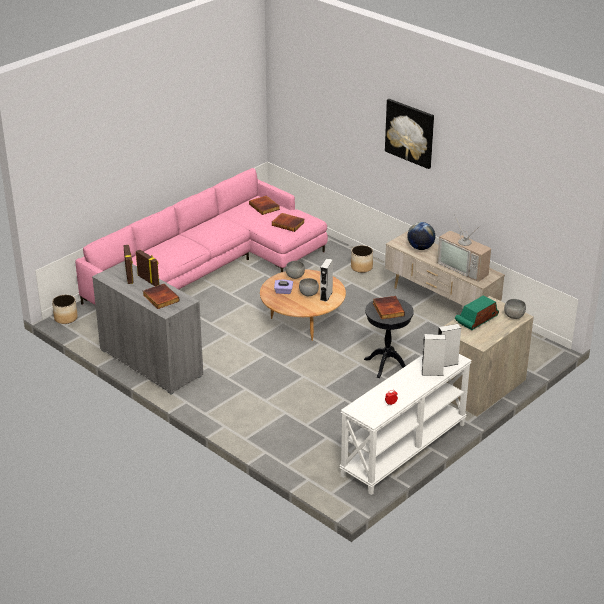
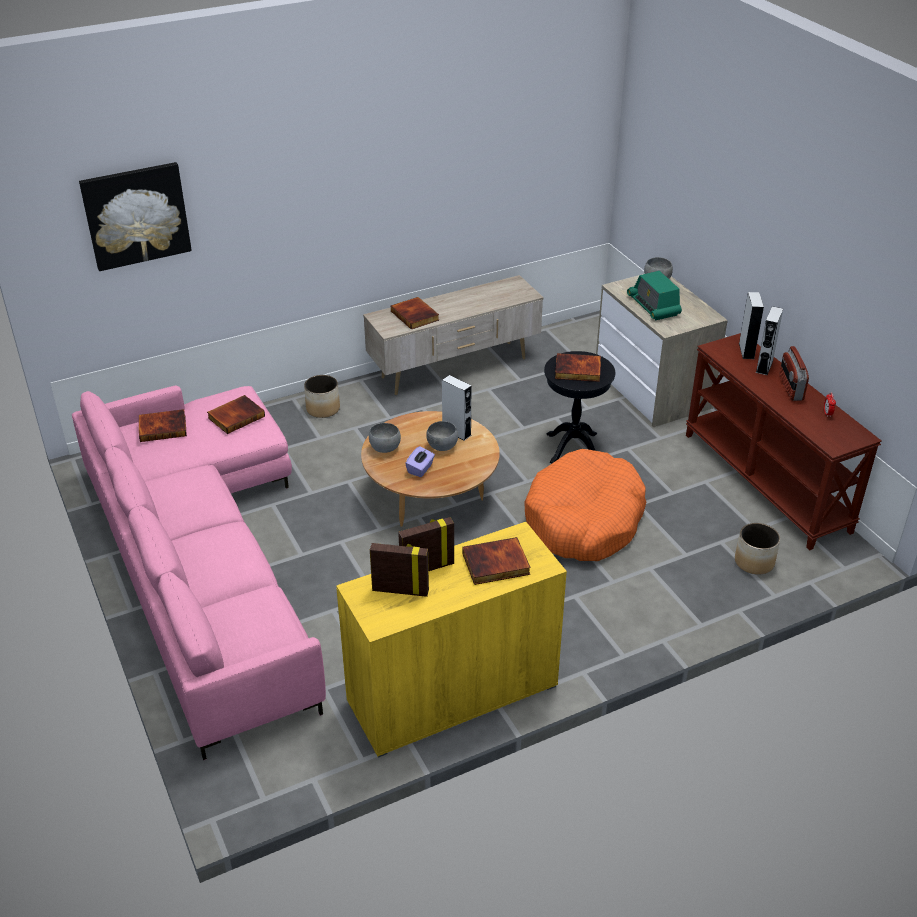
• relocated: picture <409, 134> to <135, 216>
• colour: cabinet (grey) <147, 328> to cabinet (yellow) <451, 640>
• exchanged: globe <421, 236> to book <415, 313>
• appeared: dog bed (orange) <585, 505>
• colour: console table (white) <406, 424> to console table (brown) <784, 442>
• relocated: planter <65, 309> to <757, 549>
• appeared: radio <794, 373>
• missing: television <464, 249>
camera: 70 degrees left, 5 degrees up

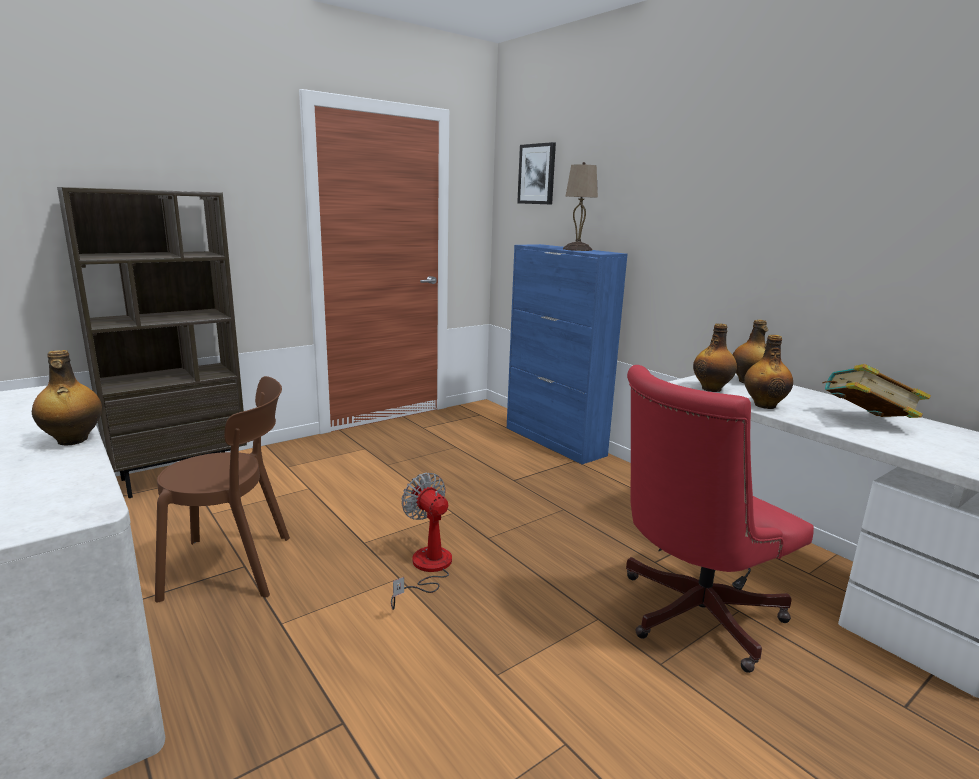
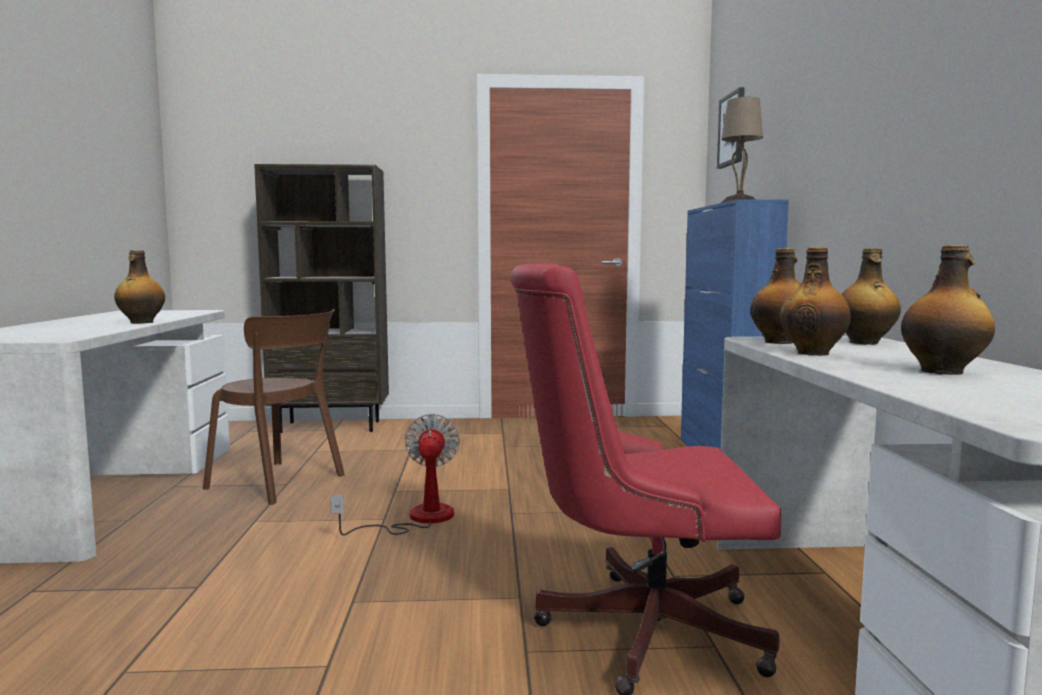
• exchanged: book <876, 391> to bottle <948, 310>
camera: 35 degrees right, 10 degrees down

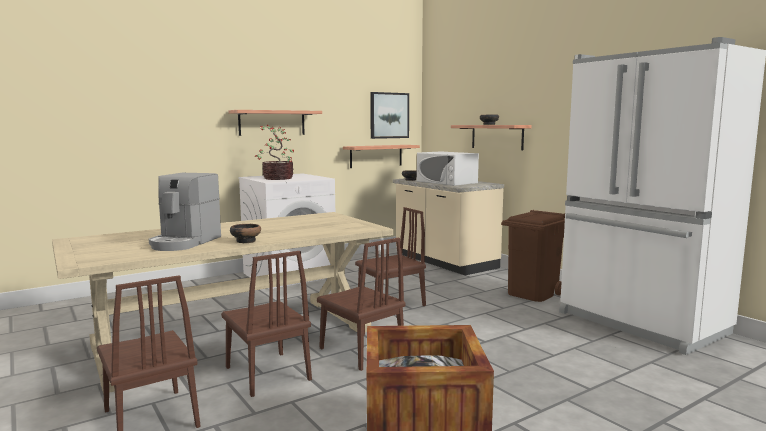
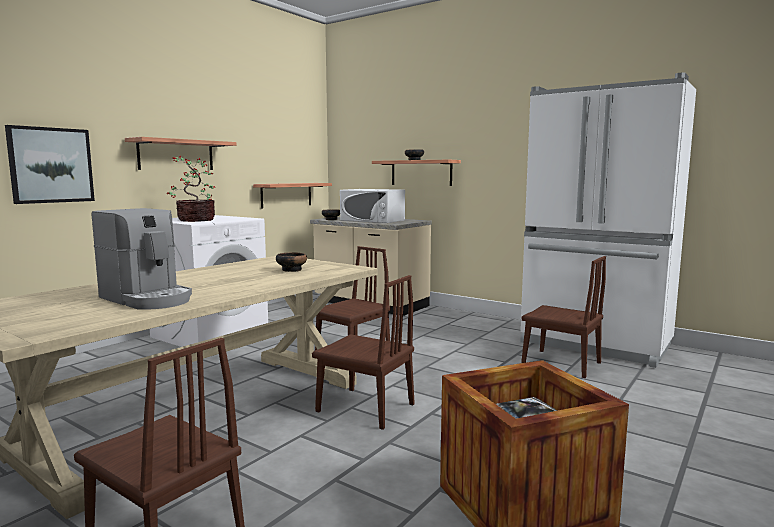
• relocated: picture <389, 115> to <50, 164>
• spun: coffee machine <185, 212> = <142, 259> 45 degrees counterclockwise
• relocated: bowl <245, 233> to <291, 262>
• relocated: chair (brown) <266, 324> to <563, 317>
• missing: trash can (brown) <533, 256>
camera: 20 degrees left, 0 degrees up

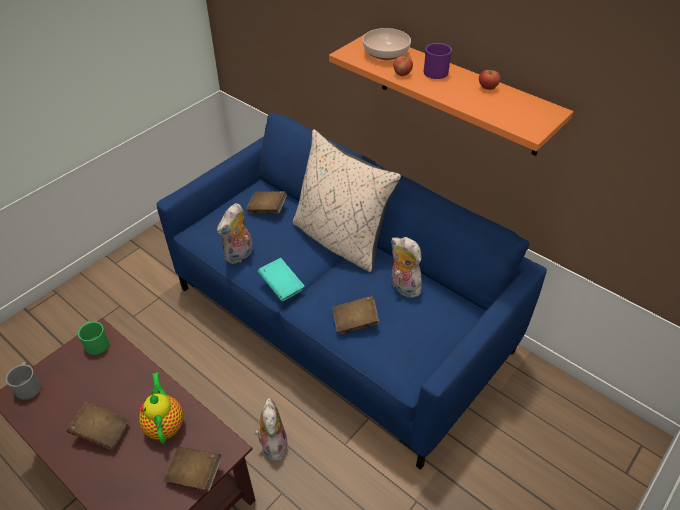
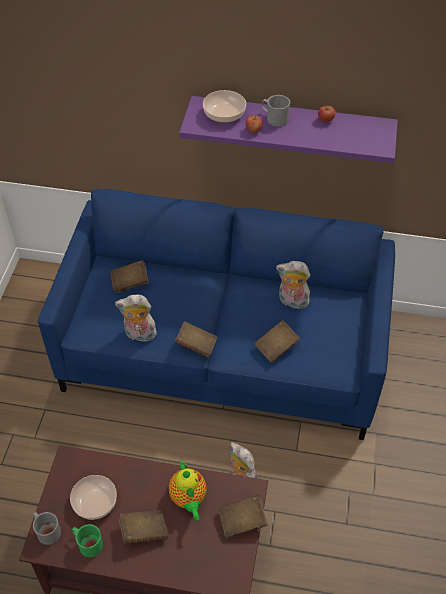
• appeared: bowl <93, 497>
• relocated: mug (green) <93, 338> to <87, 540>
• spun: plush toy <235, 233> = <136, 318> 90 degrees clockwise
• spun: teapot <161, 408> = <188, 490> 150 degrees counterclockwise
• colour: book (turquoise) <281, 279> to book (brown) <196, 339>
• colour: shelf (orange) <451, 95> to shelf (purple) <288, 129>
• colour: mug (purple) <438, 61> to mug (grey) <276, 111>
• missing: pillow (beige) <347, 201>
camera: 30 degrees left, 5 degrees up

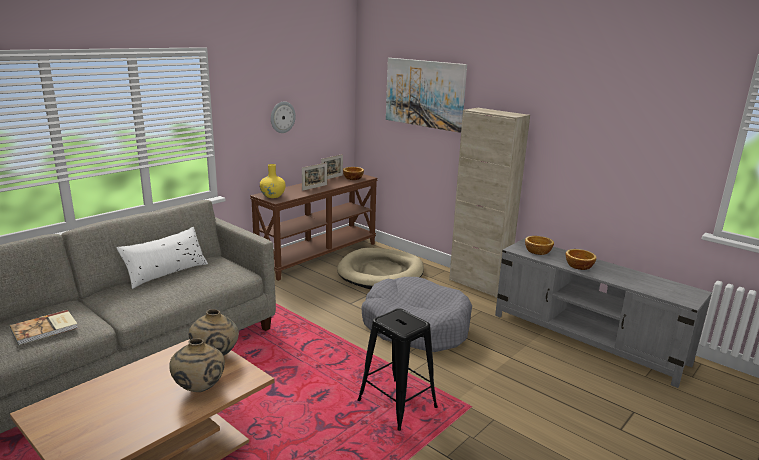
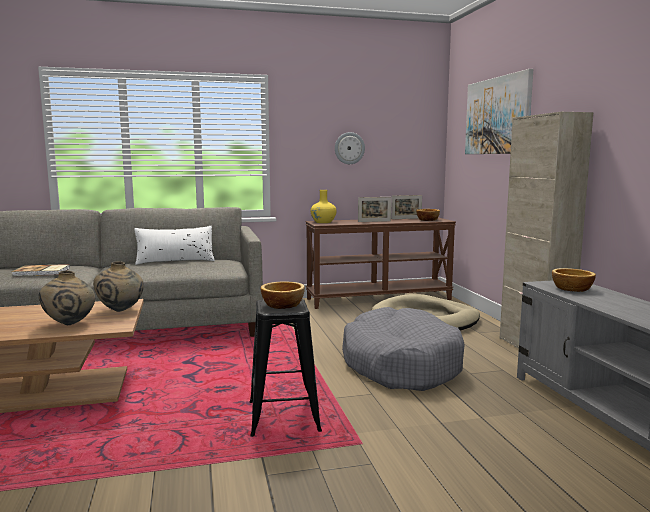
• relocated: bowl <581, 259> to <283, 295>
camera: 35 degrees right, 10 degrees down

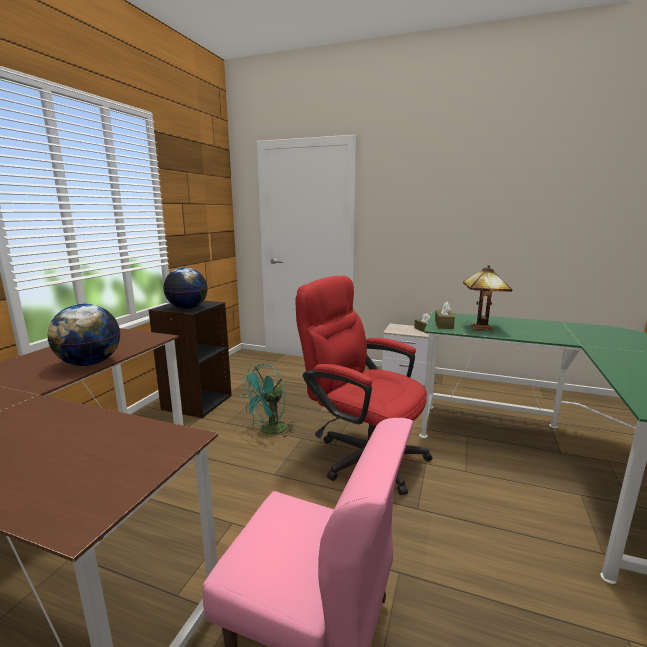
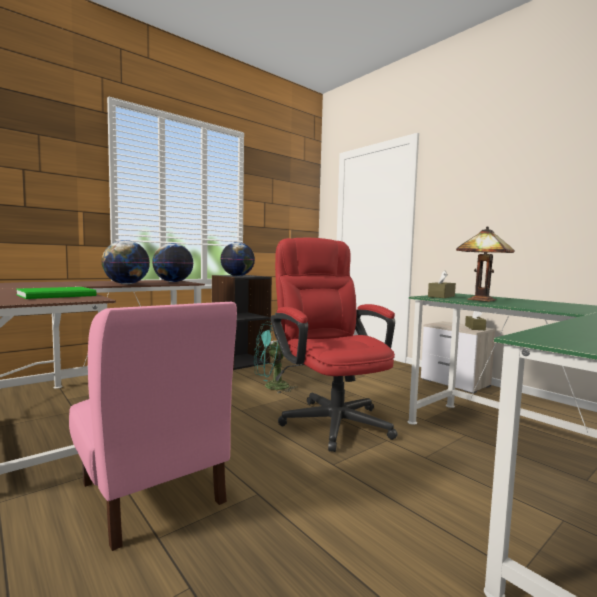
• appeared: book (green) <56, 293>
• appeared: globe <172, 262>
camera: 30 degrees right, 10 degrees down

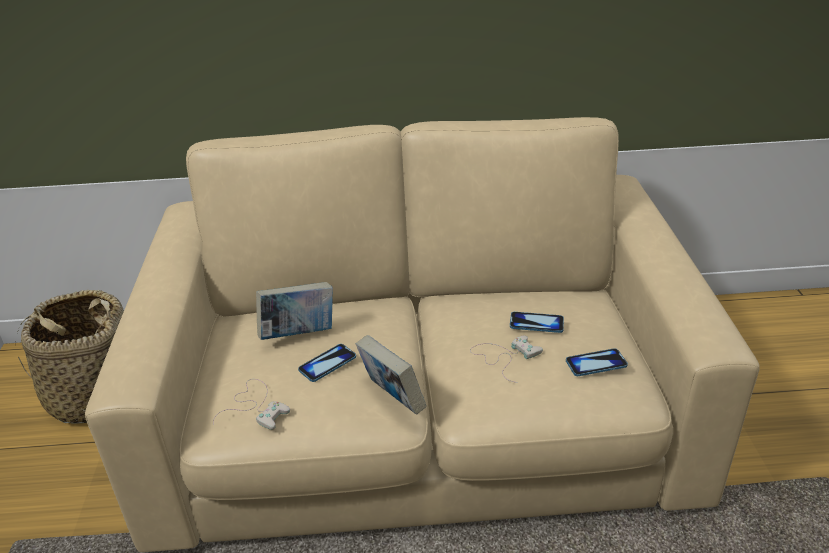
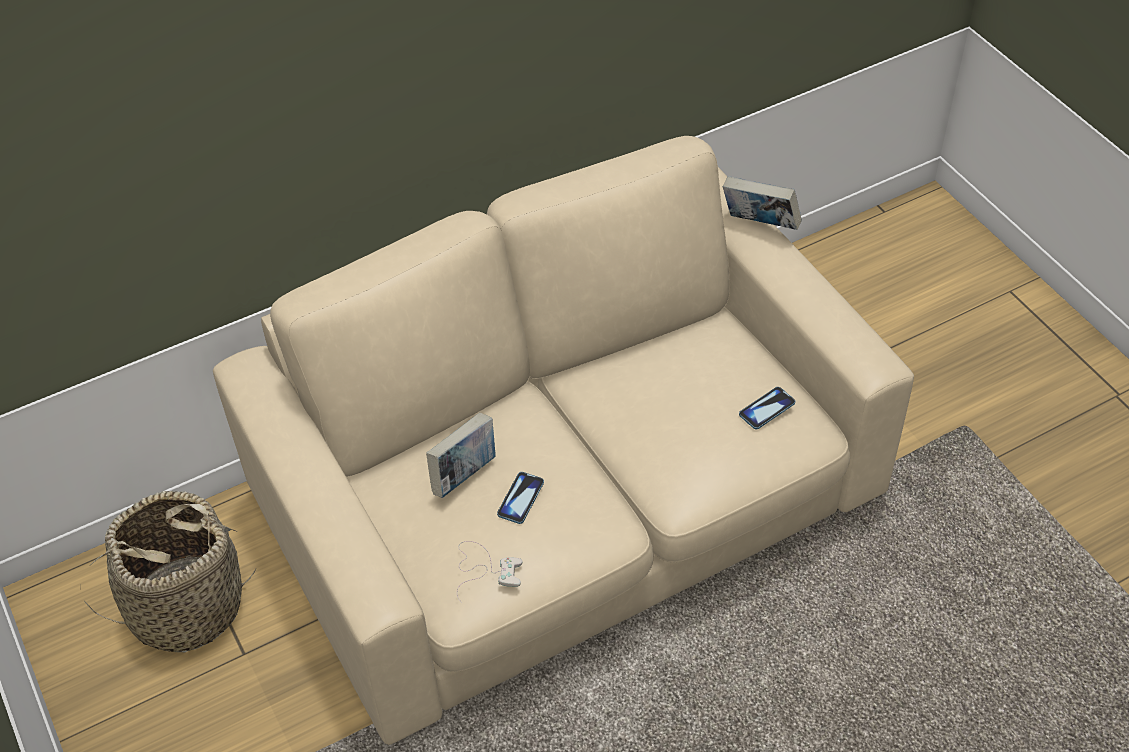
• relocated: book <391, 375> to <762, 203>
• missing: game controller (white) <506, 359>
• missing: phone <537, 322>
camera: 25 degrees left, 15 degrees up

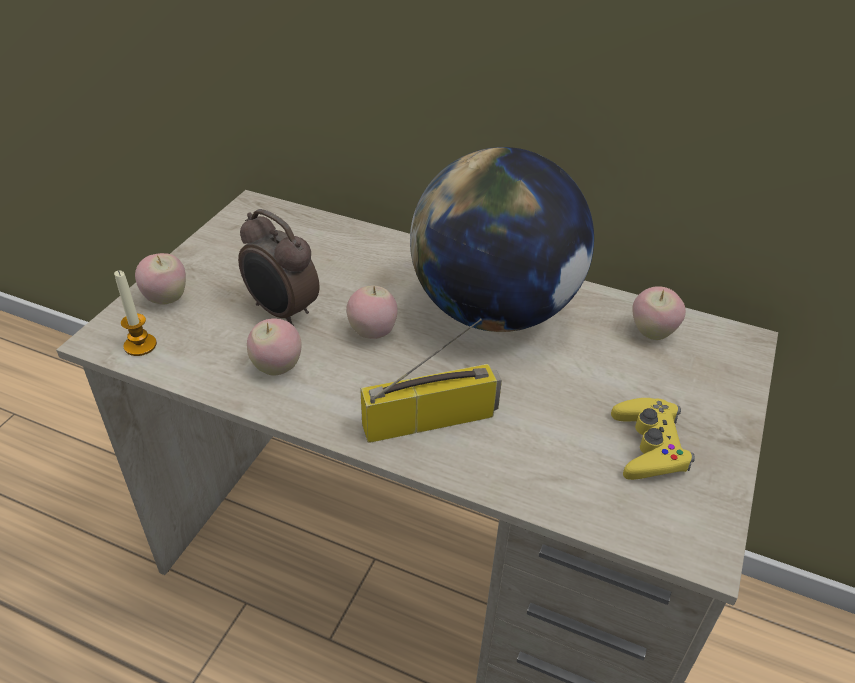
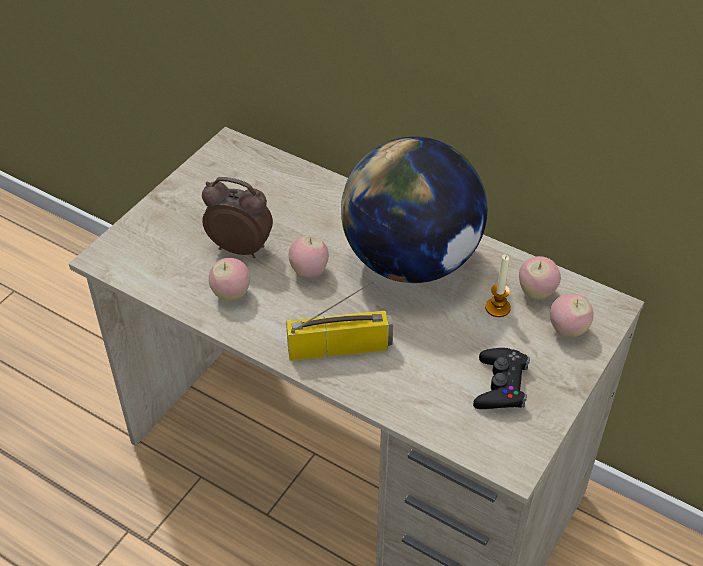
• spun: alarm clock <278, 267> = <237, 217> 150 degrees clockwise
• colour: game controller (yellow) <653, 439> to game controller (black) <501, 378>
• relocated: candle <135, 313> to <498, 286>
• relocated: apple <160, 279> to <572, 315>
camera: 10 degrees right, 5 degrees up

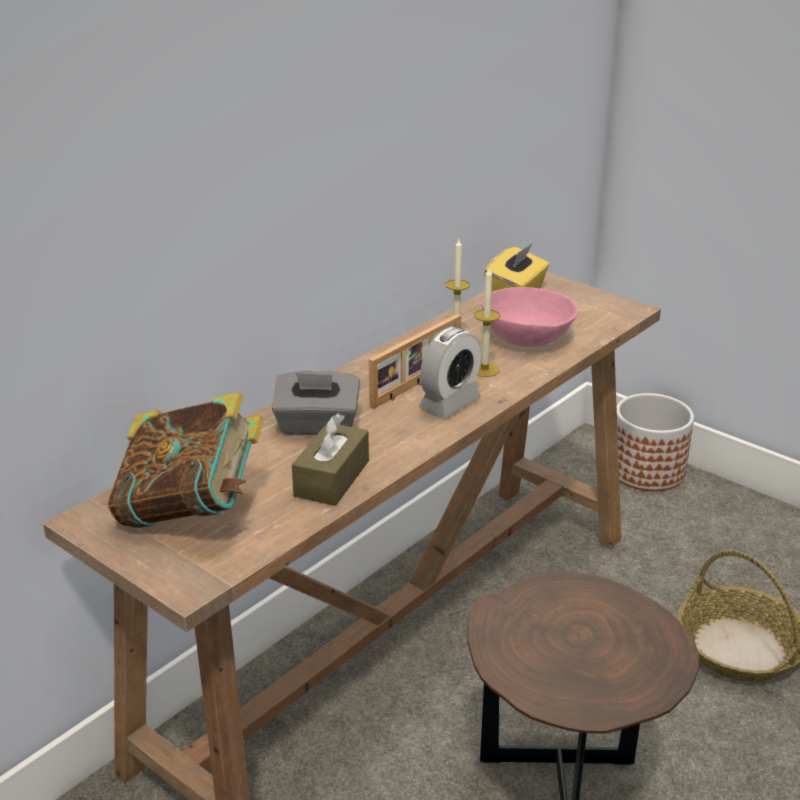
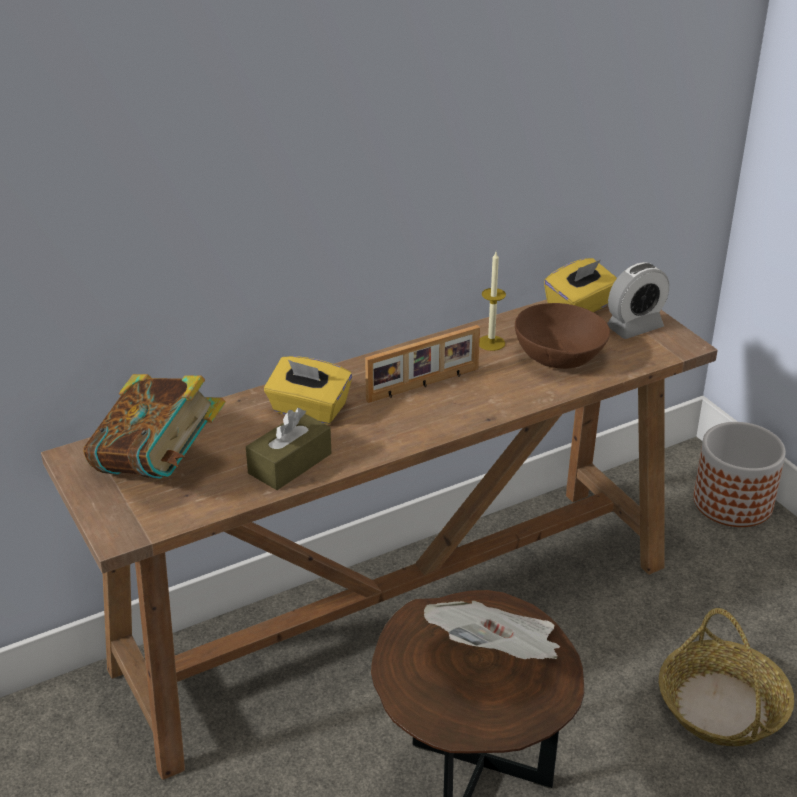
• colour: tissue box (grey) <316, 402> to tissue box (yellow) <308, 390>
• appeared: newspaper <492, 630>
• colour: bowl (pink) <530, 317> to bowl (brown) <562, 336>
• relocated: alarm clock <450, 372> to <638, 300>
• missing: candle <487, 322>
camera: 20 degrees right, 5 degrees up

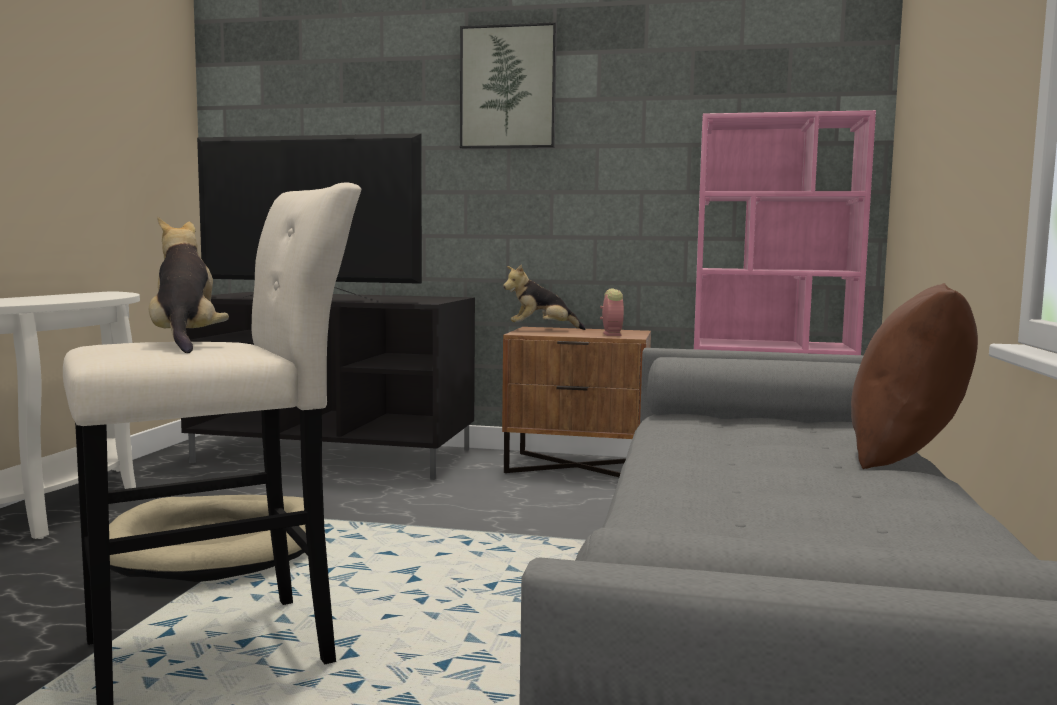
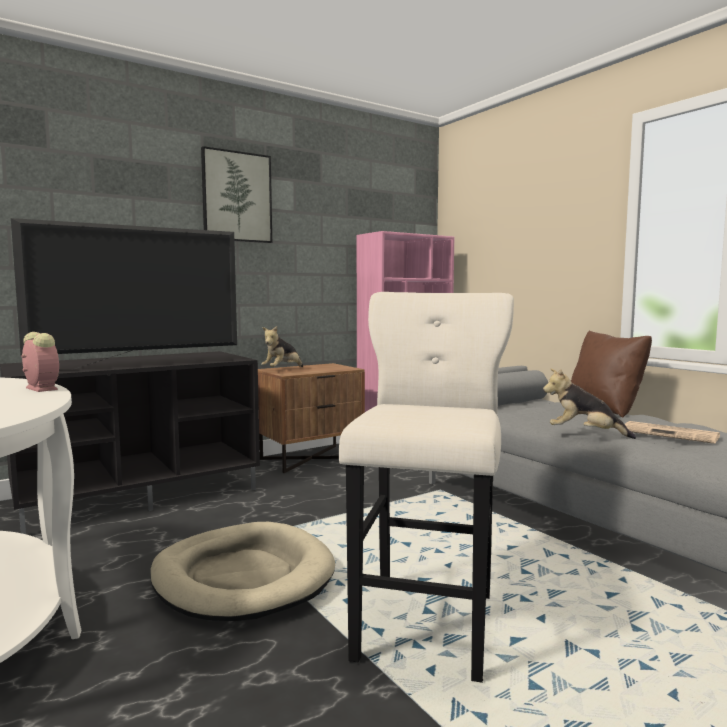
• relocated: alarm clock <612, 312> to <40, 362>
• relocated: plush toy <189, 284> to <589, 404>
• appeared: newspaper <672, 432>
camera: 45 degrees left, 0 degrees up

